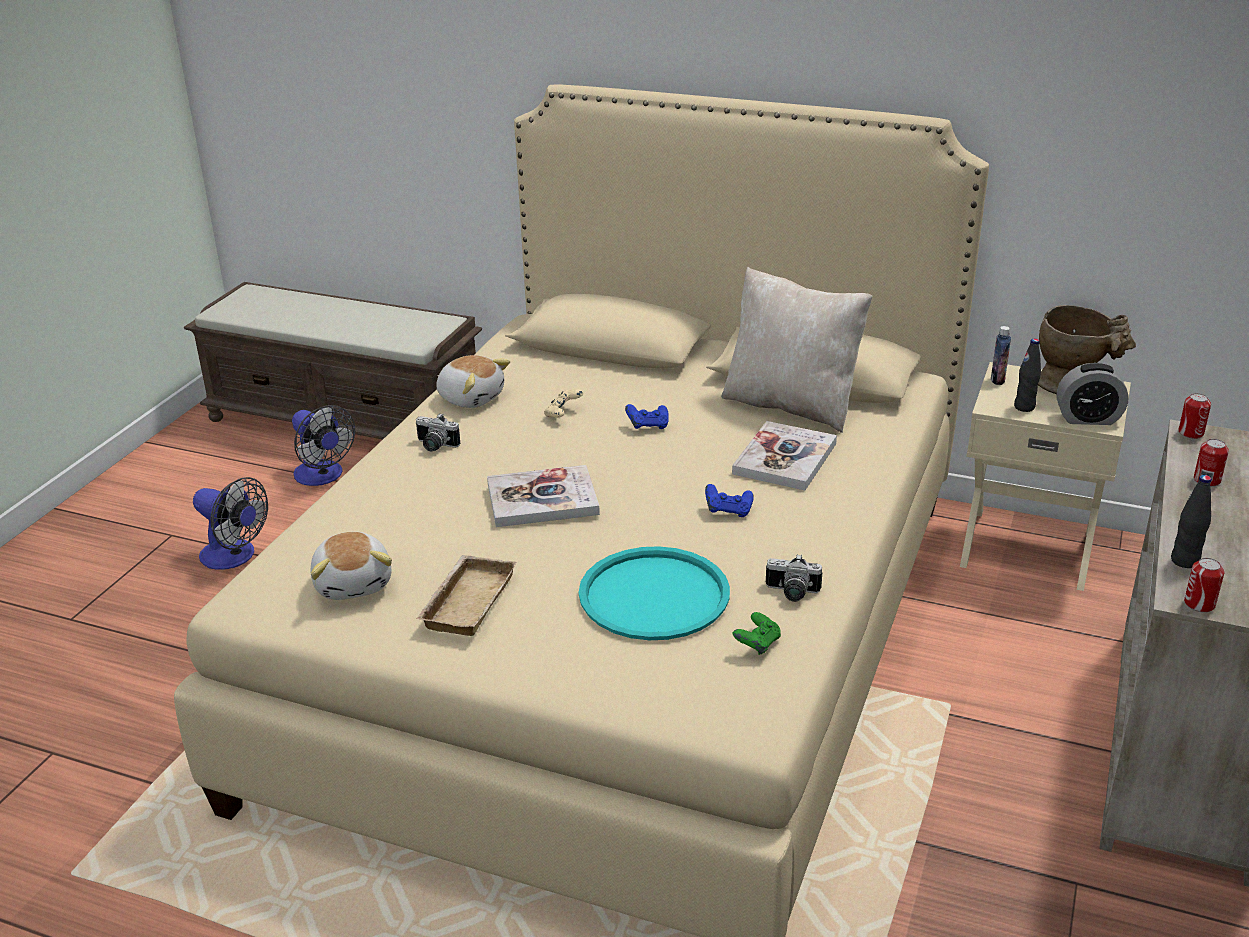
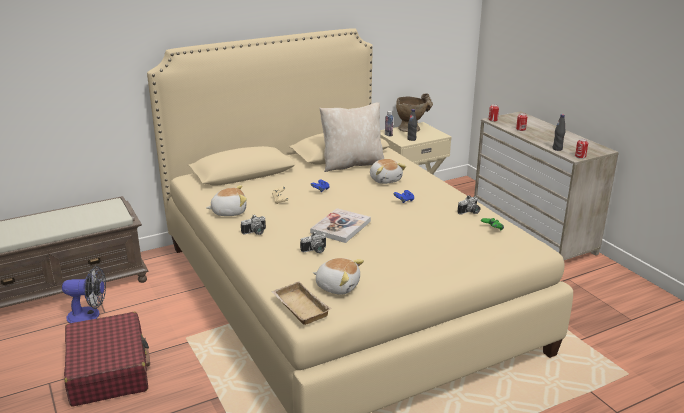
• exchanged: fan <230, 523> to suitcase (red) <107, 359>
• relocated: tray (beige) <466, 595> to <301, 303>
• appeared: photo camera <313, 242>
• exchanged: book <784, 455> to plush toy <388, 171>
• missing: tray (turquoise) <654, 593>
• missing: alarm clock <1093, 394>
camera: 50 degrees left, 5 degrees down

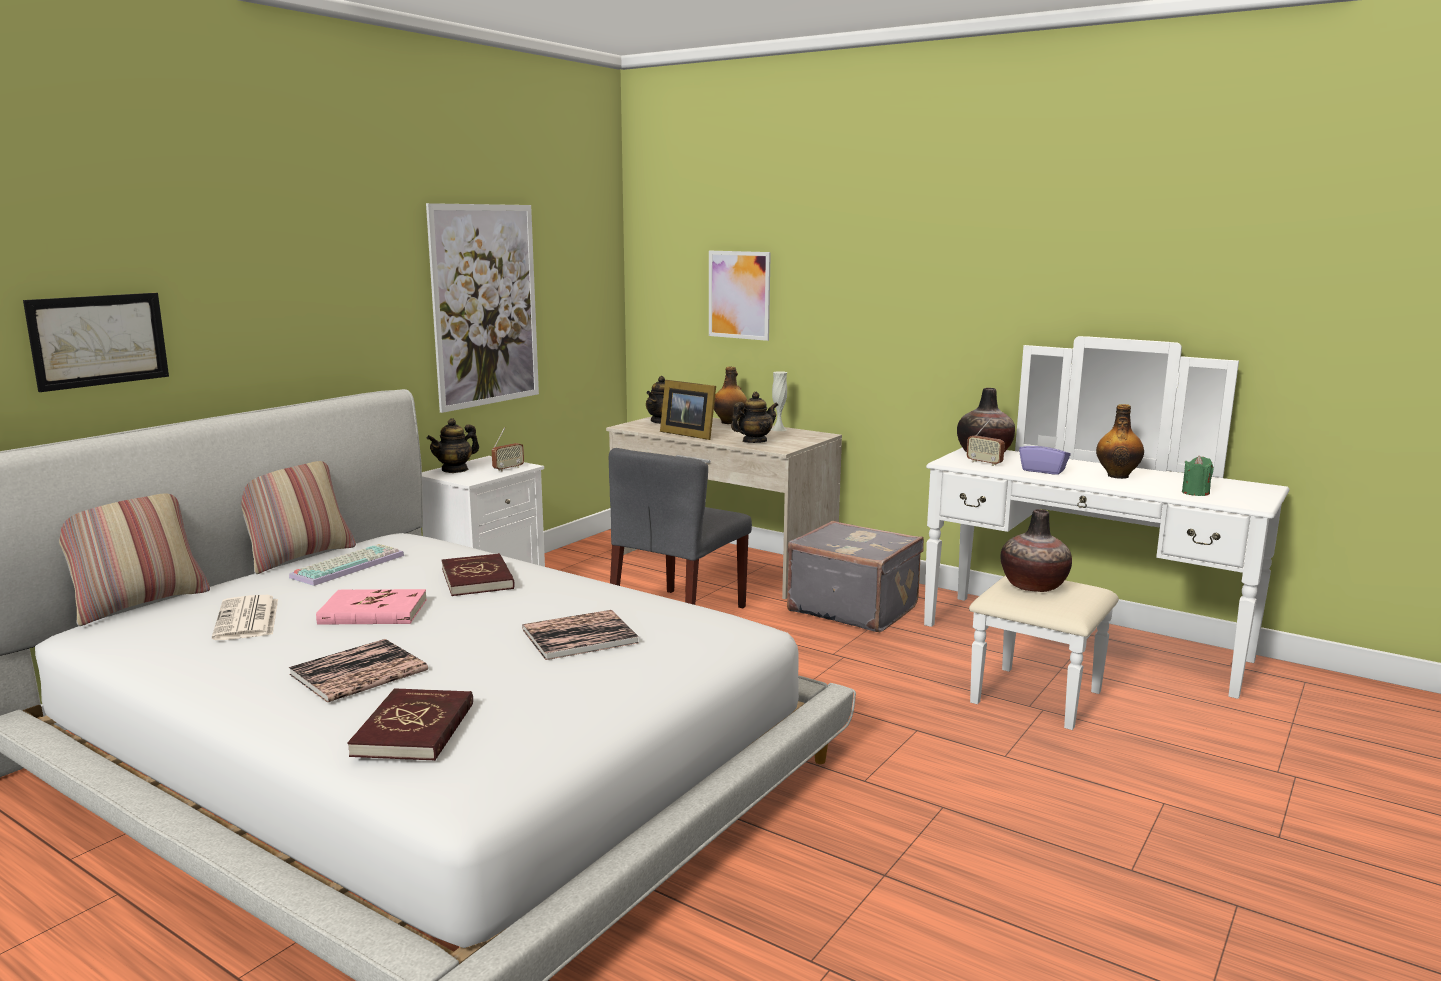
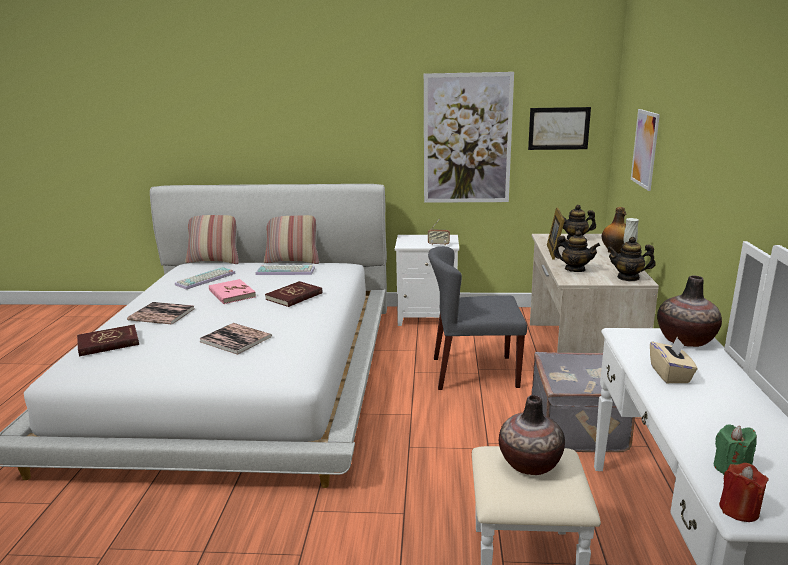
• exchanged: newspaper <245, 617> to keyboard <205, 278>
• relocated: picture <96, 342> to <559, 128>
• relocated: teapot <453, 445> to <631, 259>
• colour: tissue box (purple) <1045, 455> to tissue box (beige) <674, 360>
• appeared: candle (red) <744, 492>
• missing: radio <986, 442>
• missing: bottle <1120, 441>
camera: 60 degrees right, 5 degrees up

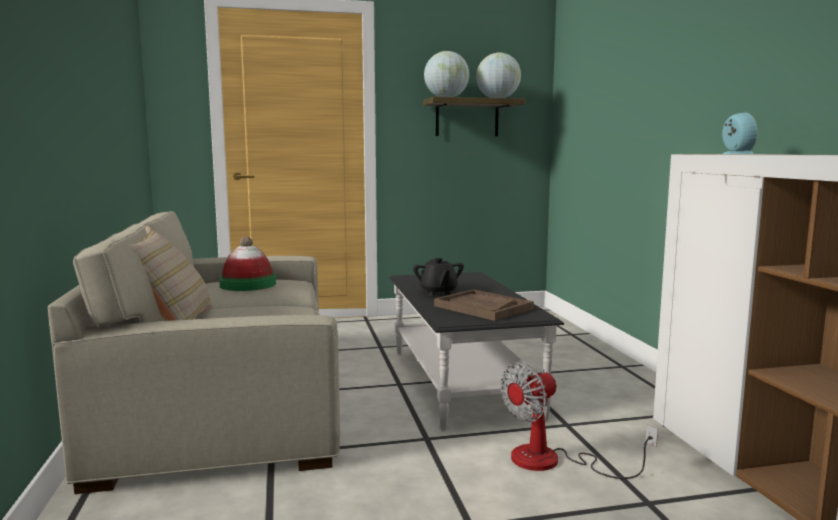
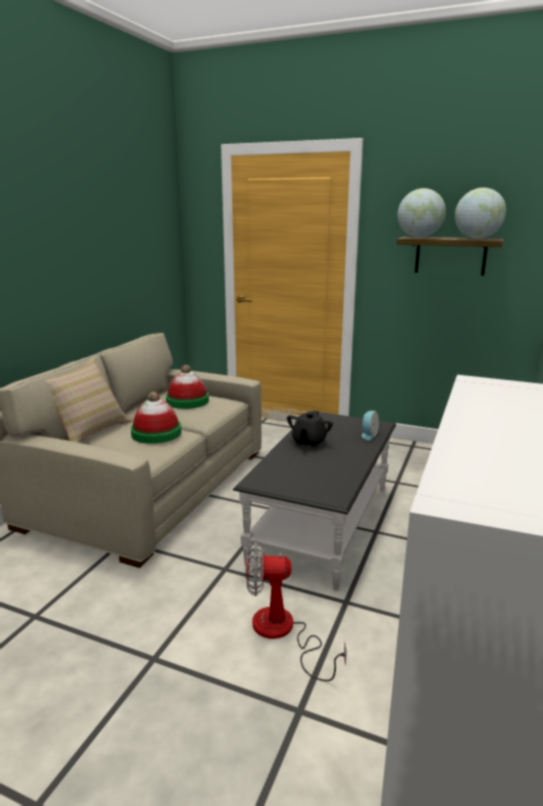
• appeared: hat <156, 418>
• relocated: alarm clock <739, 133> to <370, 426>
• missing: tray (brown) <484, 305>
camera: 35 degrees right, 10 degrees up

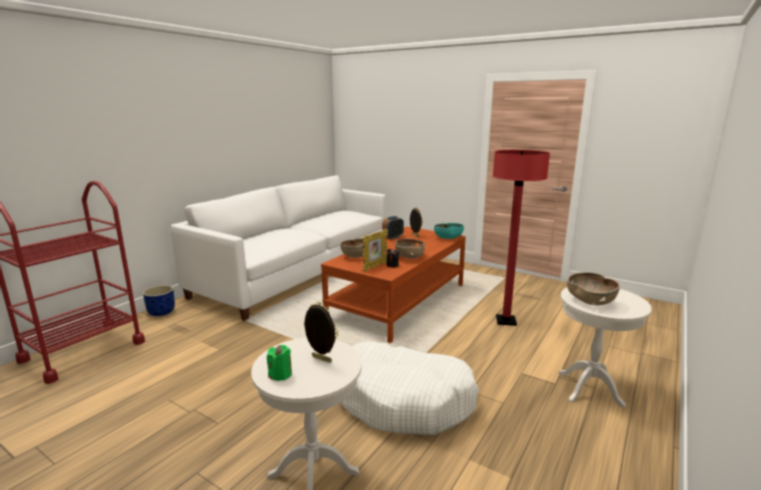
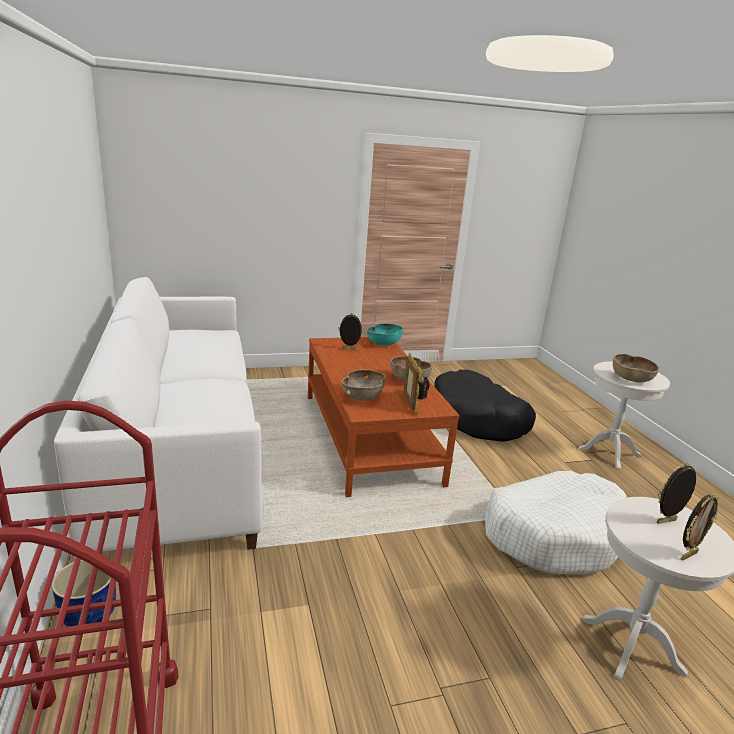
• exchanged: floor lamp (red) <521, 238> to dog bed (black) <485, 406>
• exchanged: candle (green) <279, 363> to picture frame <700, 527>
• missing: alarm clock <393, 228>
camera: 50 degrees left, 5 degrees up

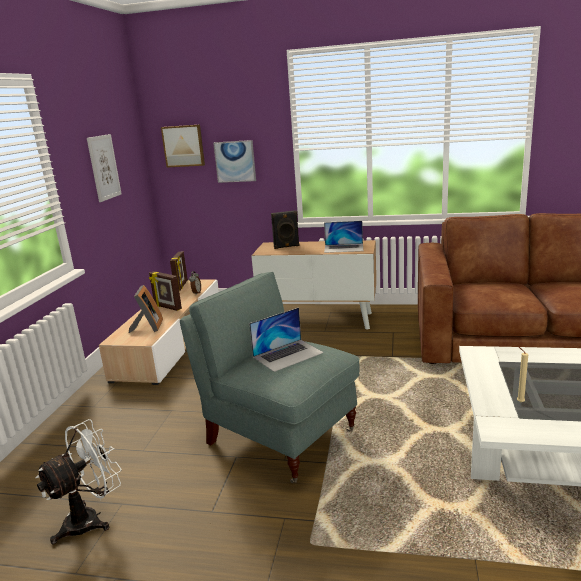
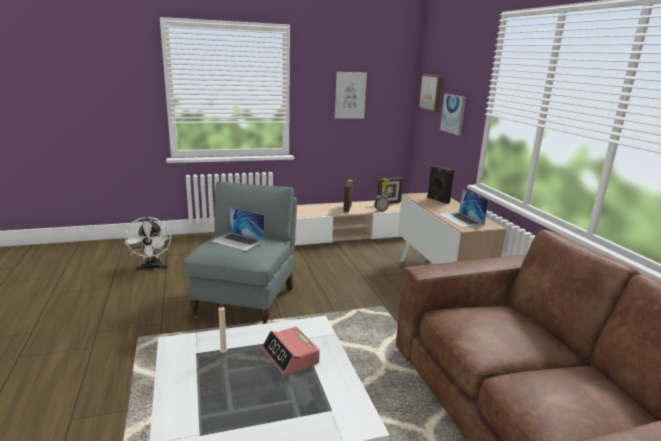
• spun: fan (white) <78, 482> = <147, 244> 60 degrees clockwise
• appeared: alarm clock <291, 351>
• missing: picture frame <146, 309>
camera: 60 degrees right, 0 degrees up

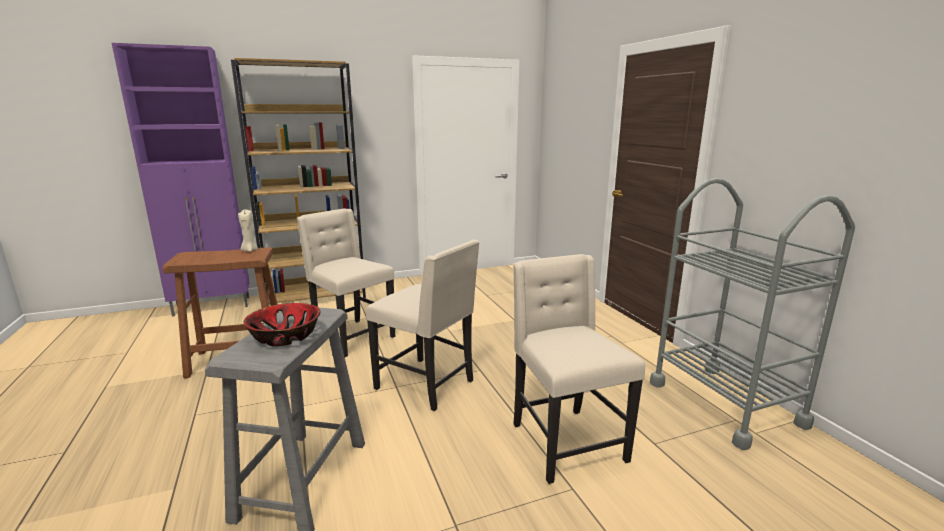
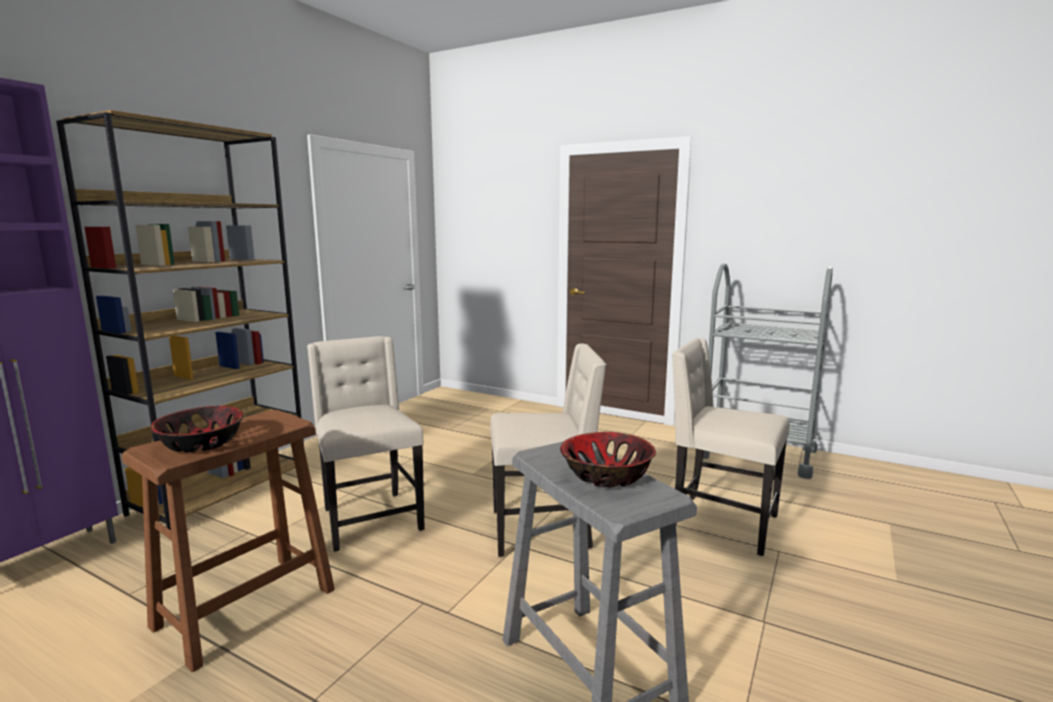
• appeared: bowl <196, 429>
• spun: chair (beige) <346, 283> = <366, 444> 60 degrees clockwise
• missing: candle (beige) <248, 231>
camera: 40 degrees left, 5 degrees down

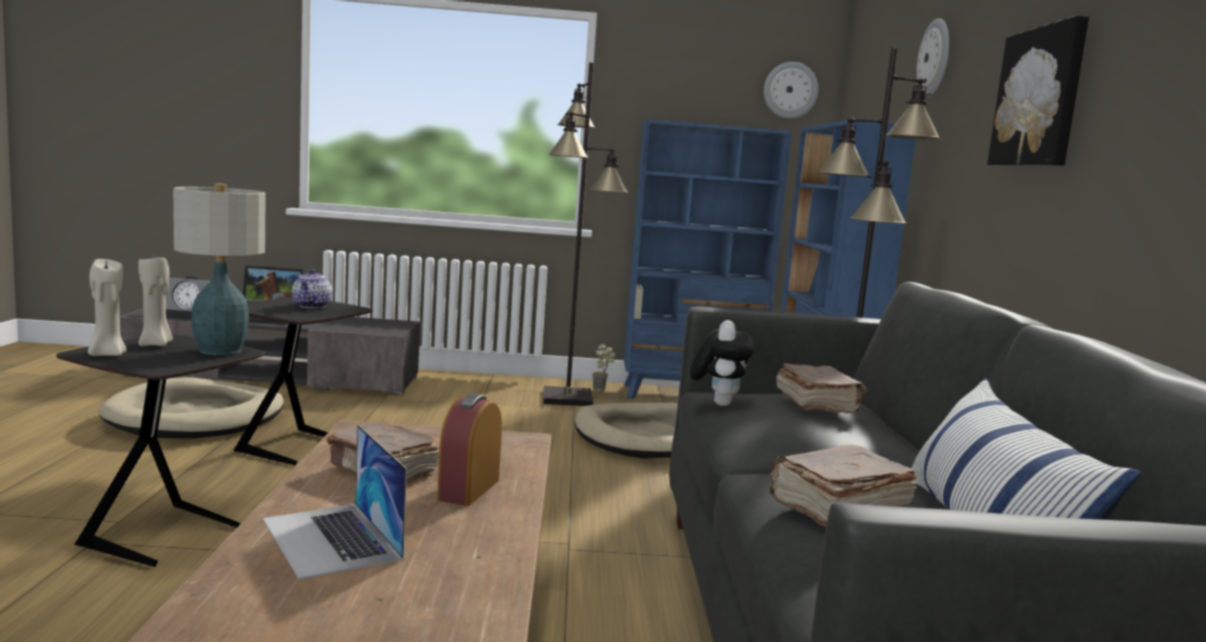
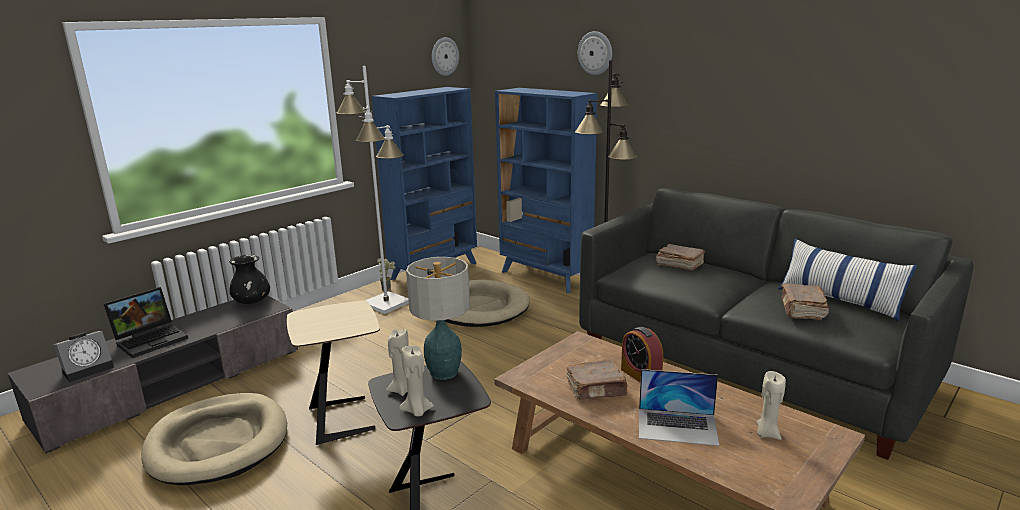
• appeared: vase (black) <249, 279>
• colour: side table (black) <303, 381> to side table (beige) <333, 372>
• colour: floor lamp (black) <586, 234> to floor lamp (white) <373, 190>
• appeared: candle (beige) <771, 405>
• missing: teapot <312, 288>
• missing: plush toy <722, 363>
• missing: picture <1038, 91>
camera: 45 degrees left, 10 degrees up

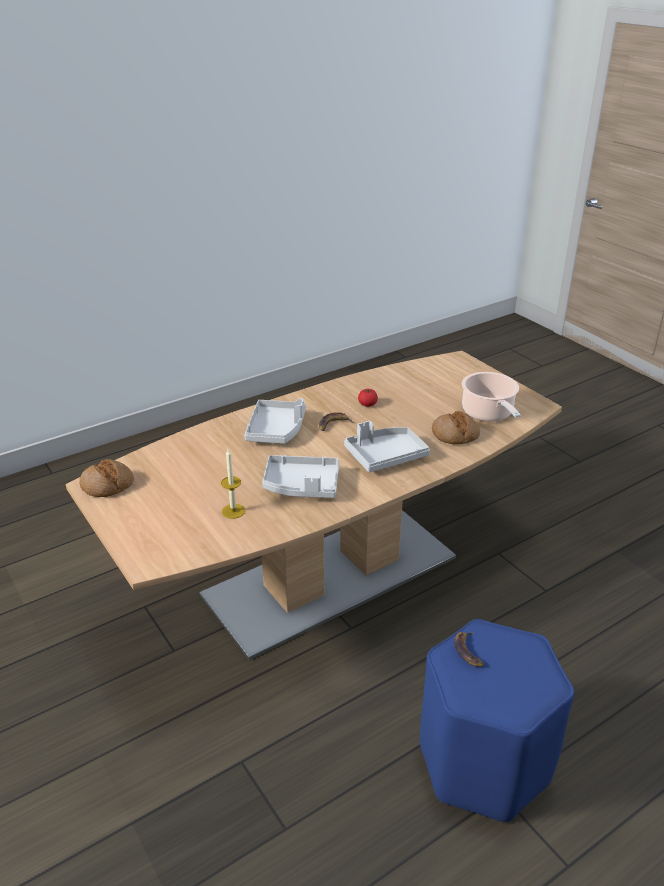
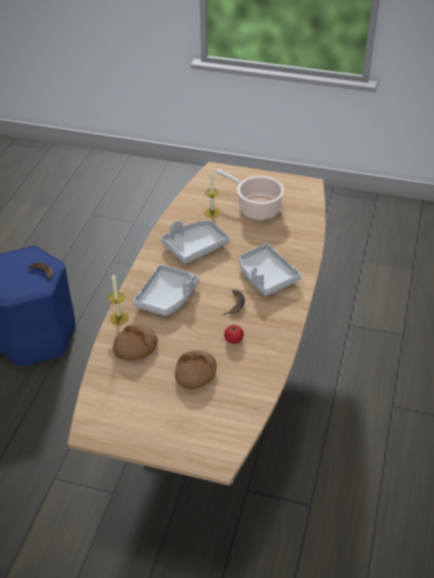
• appeared: candle <118, 299>
• relocated: bread <106, 478> to <196, 369>
• relocated: cooking pot <491, 397> to <250, 194>
camera: 140 degrees right, 10 degrees up

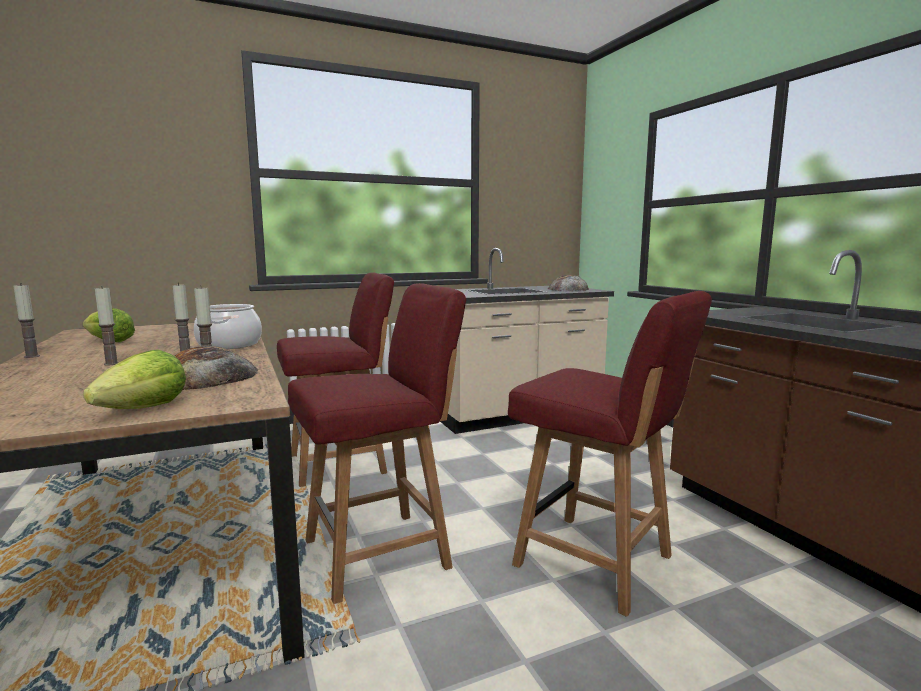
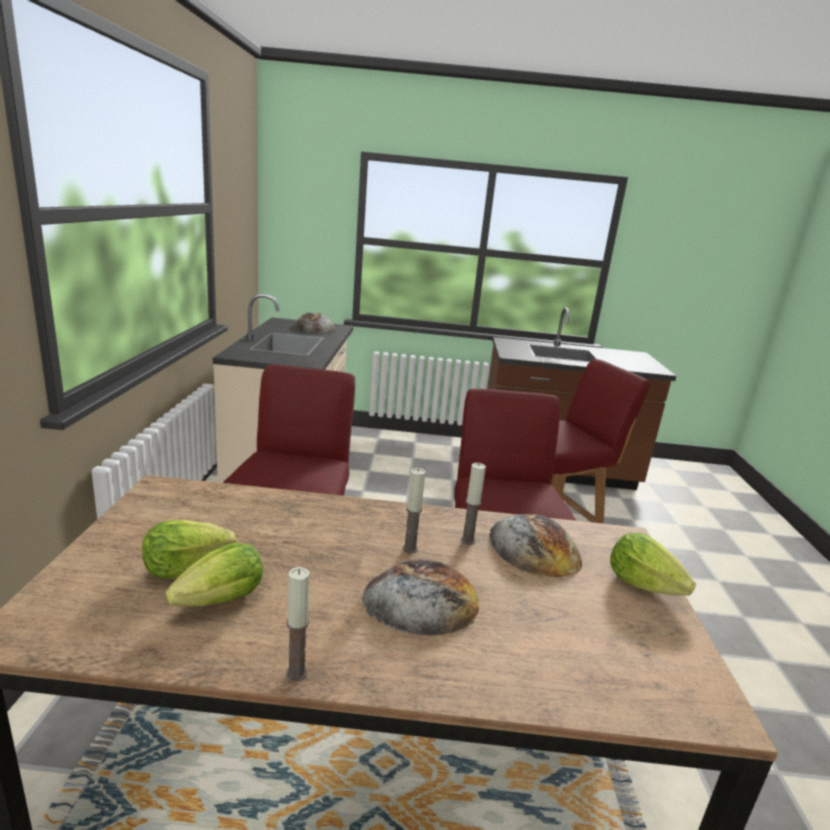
• appeared: lettuce <189, 549>
• exchanged: candle <107, 326> to bread <420, 597>
• missing: cooking pot <228, 326>
camera: 65 degrees left, 10 degrees up

